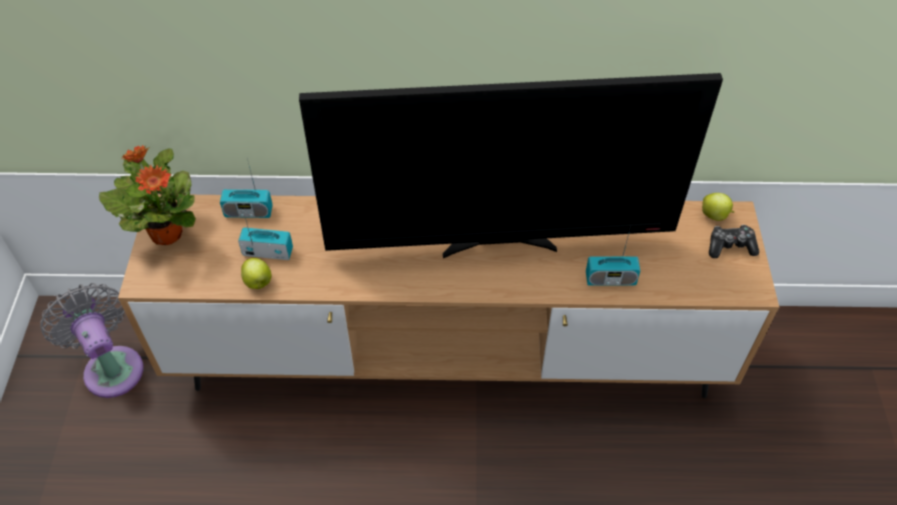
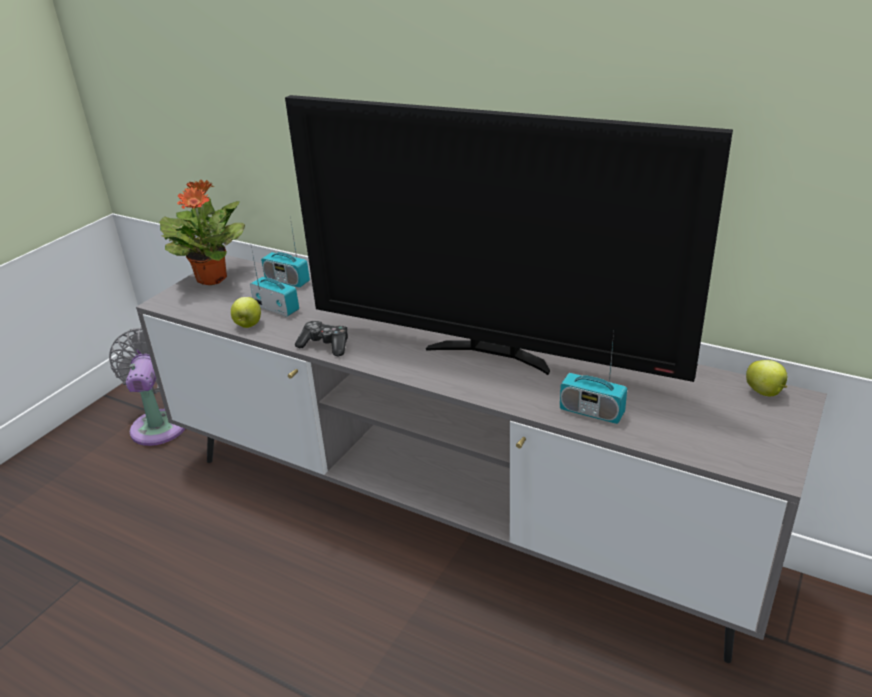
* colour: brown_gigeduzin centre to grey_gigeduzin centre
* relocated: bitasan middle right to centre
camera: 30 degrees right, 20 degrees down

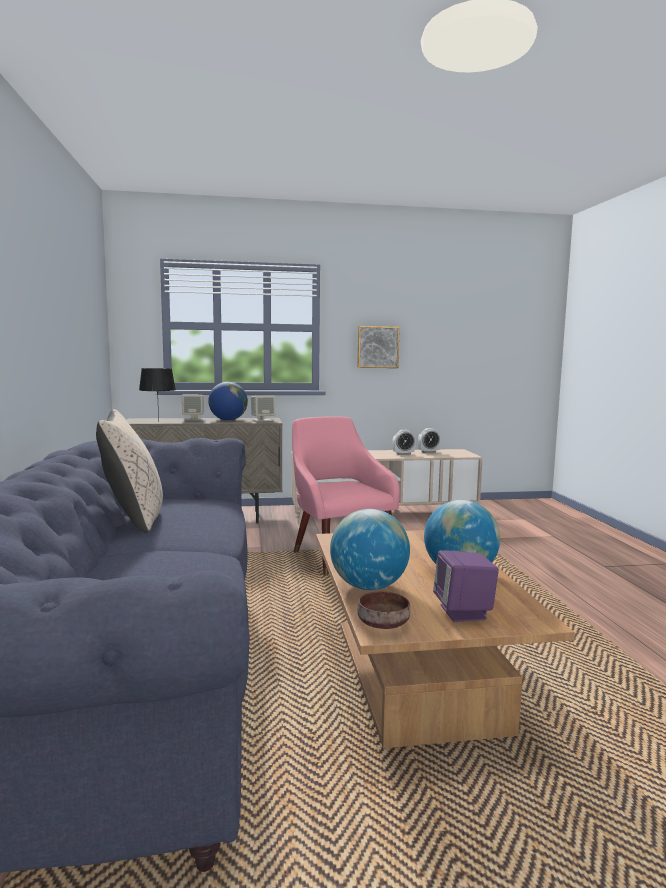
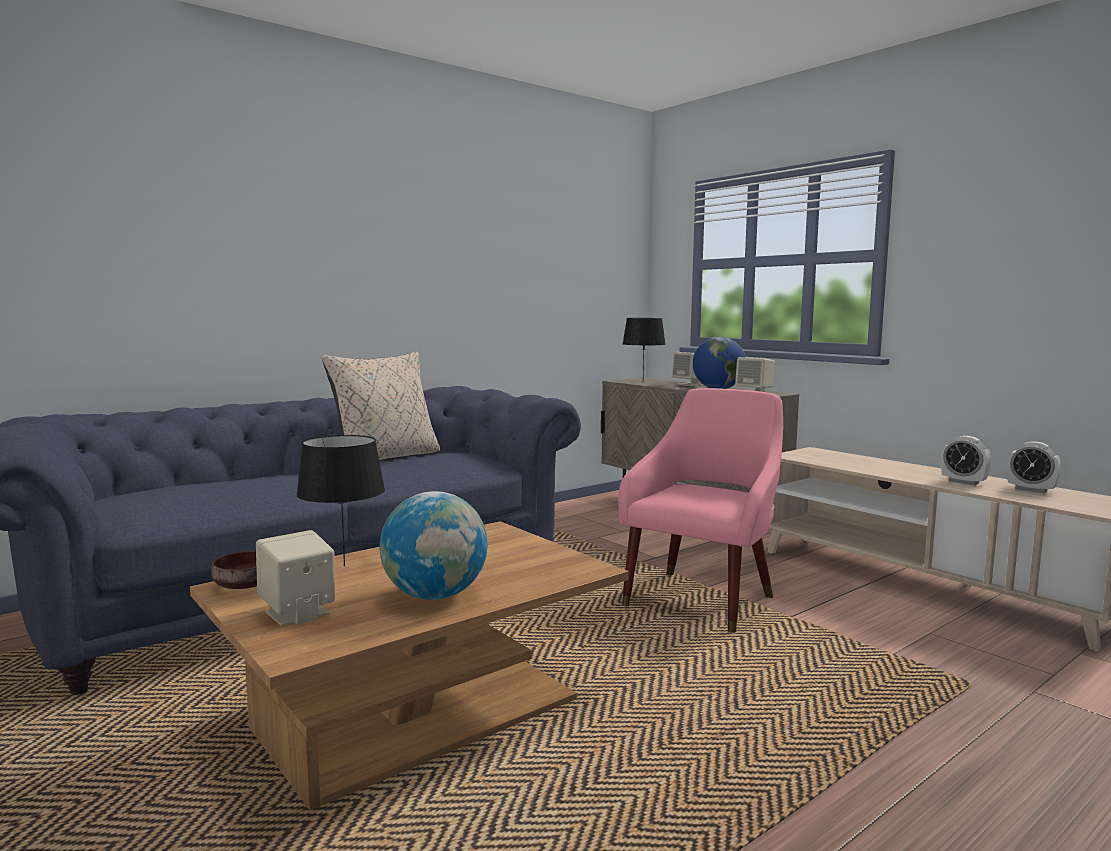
* exchanged: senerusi (no. 2 from left) centre to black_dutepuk (no. 1 from left) middle left
* missing: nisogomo centre
* colour: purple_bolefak middle right to beige_bolefak (no. 1 from left) bottom left
camera: 60 degrees right, 0 degrees up

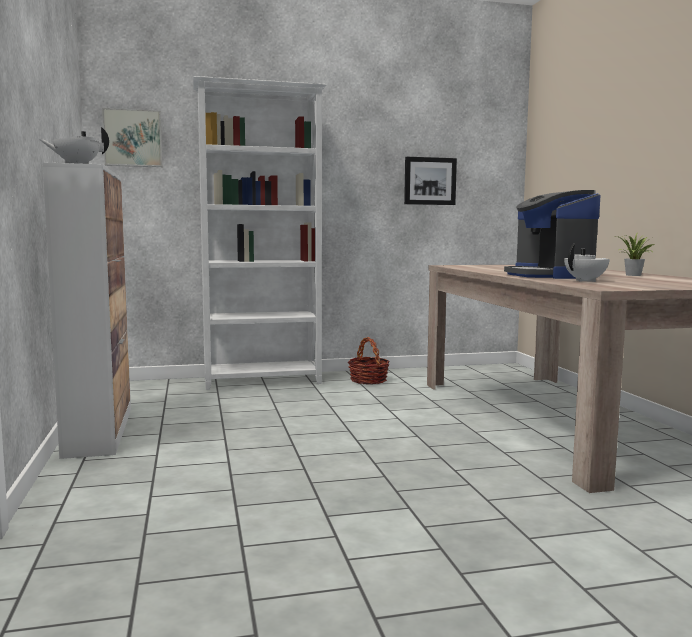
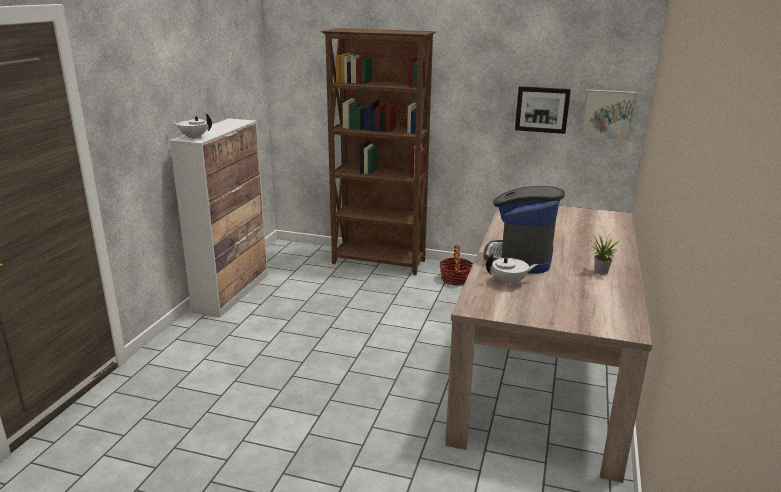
* relocated: nisogomo (no. 1 from left in the first image) top left to nisogomo (no. 2 from left) top right
* colour: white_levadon centre to brown_levadon top centre
camera: 30 degrees right, 15 degrees up

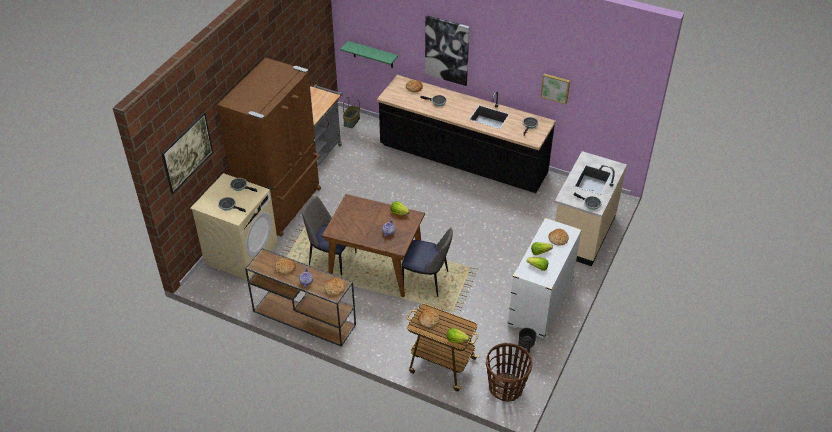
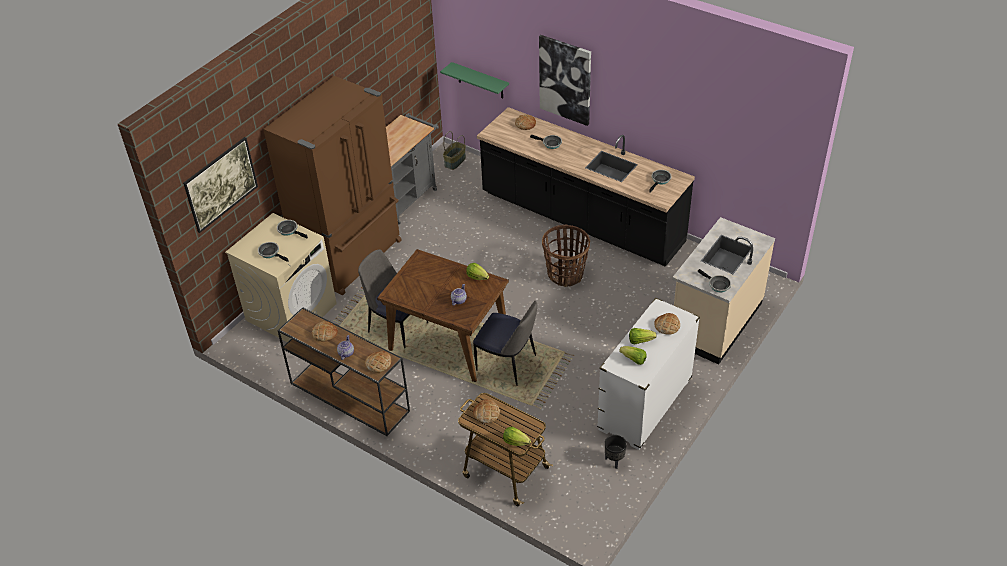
* relocated: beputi (no. 2 from left) bottom centre to centre
* missing: nisogomo (no. 3 from left) top right
camera: 10 degrees right, 0 degrees up

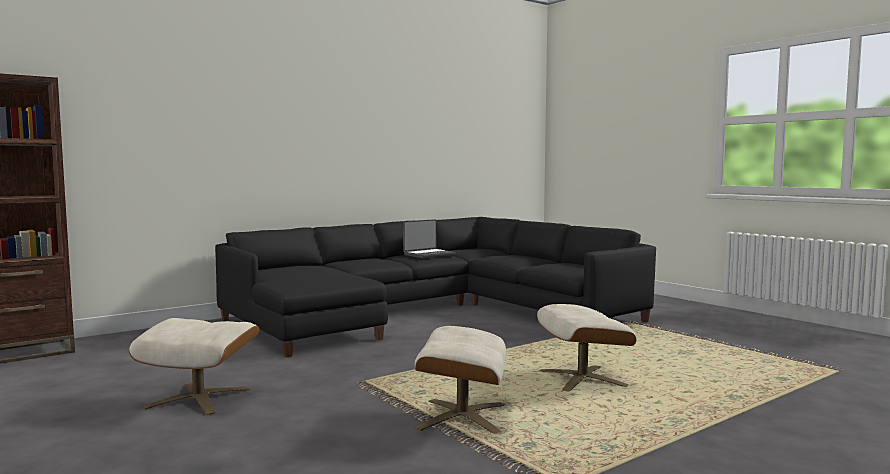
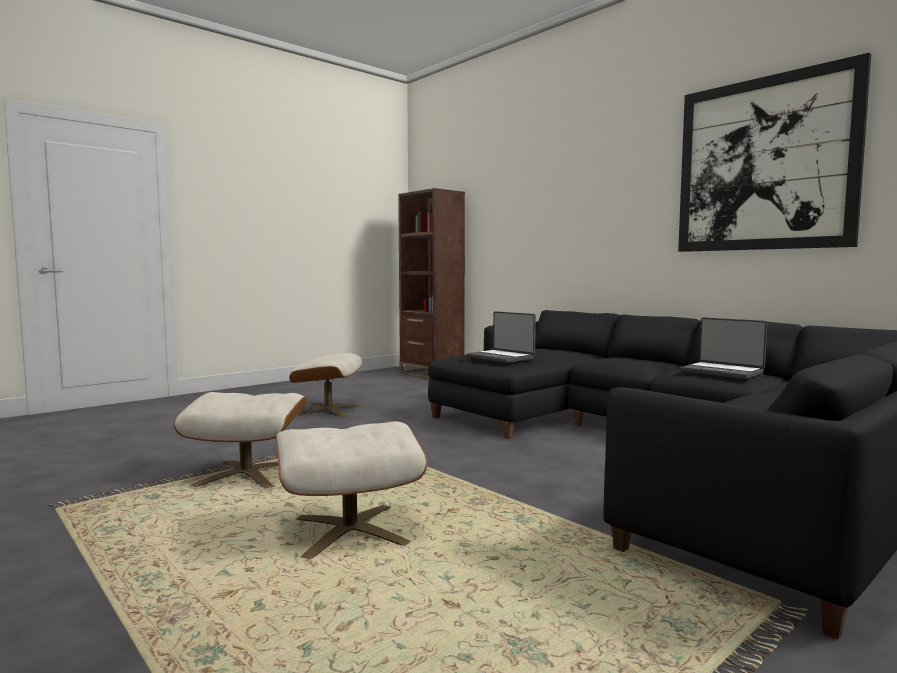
* appeared: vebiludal (no. 1 from left) centre
* appeared: nisogomo top right
camera: 85 degrees right, 0 degrees up

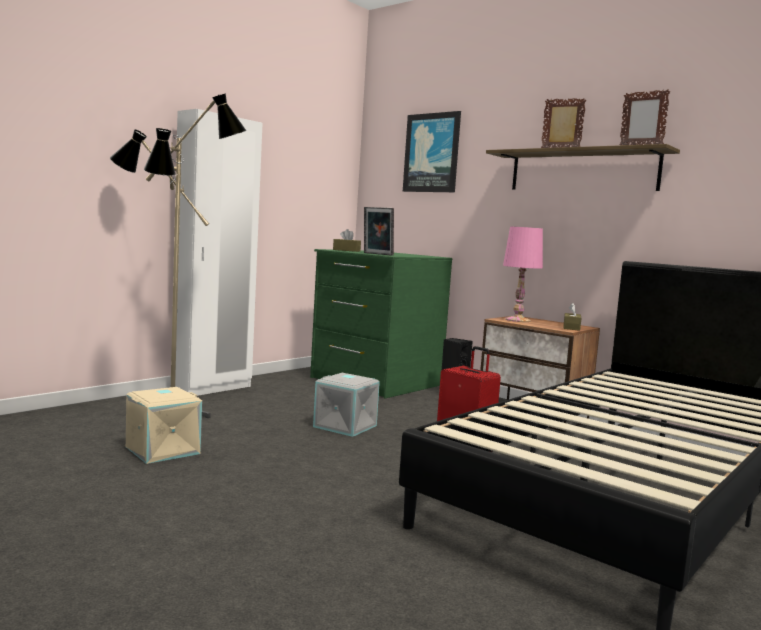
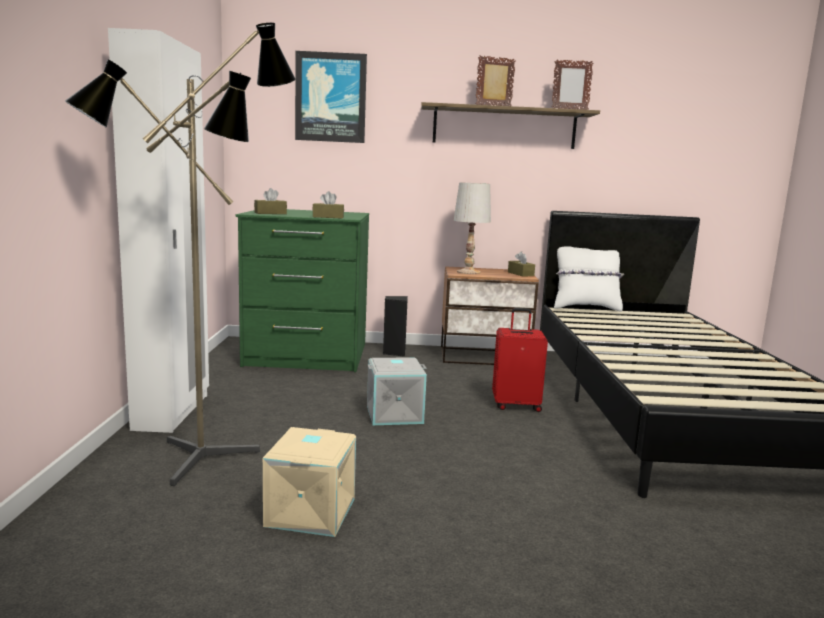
* exchanged: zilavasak (no. 1 from left) centre to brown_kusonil (no. 2 from left) top centre
* colour: pink_dutepuk middle right to white_dutepuk centre
* appeared: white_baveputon middle right
camera: 40 degrees left, 5 degrees up

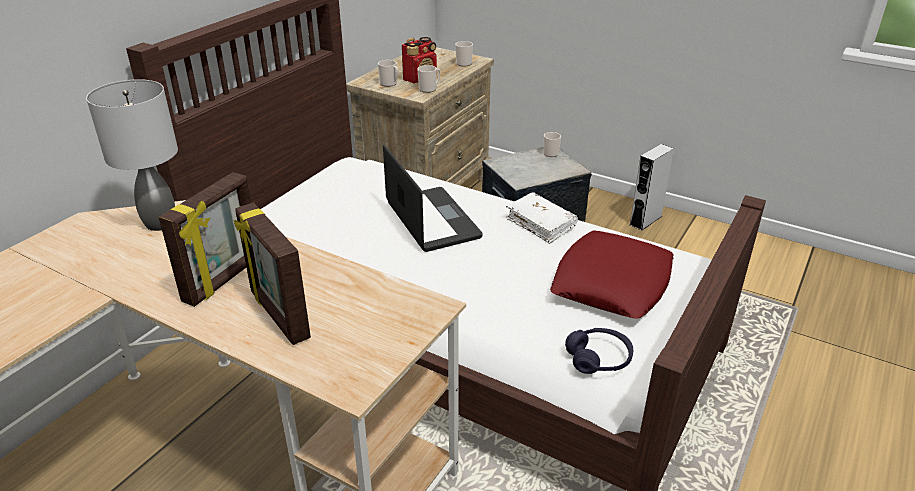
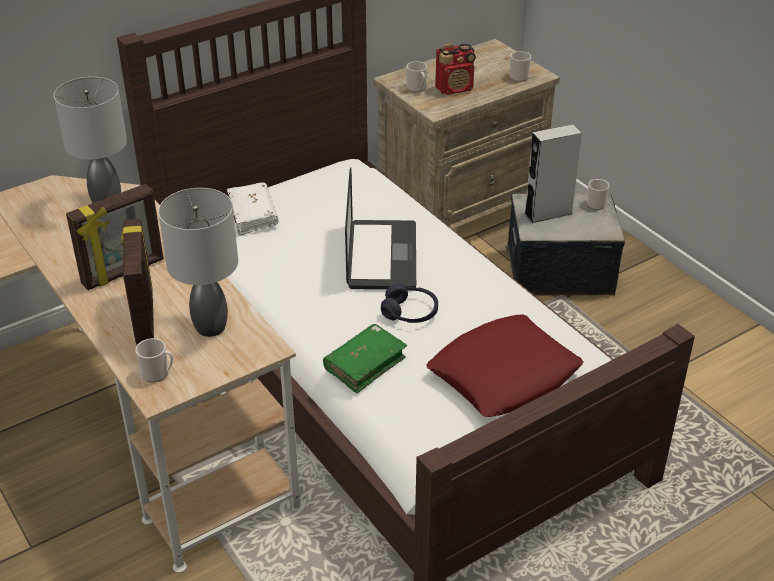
* relocated: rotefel (no. 2 from left in the first image) top centre to rotefel (no. 1 from left) middle left
* relocated: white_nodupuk centre to middle left
* relocated: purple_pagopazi bottom centre to centre
* relocated: grey_bolefak middle right to top right
* appeared: grey_dutepuk (no. 2 from left) middle left
* appeared: green_nodupuk centre
camera: 25 degrees right, 5 degrees up

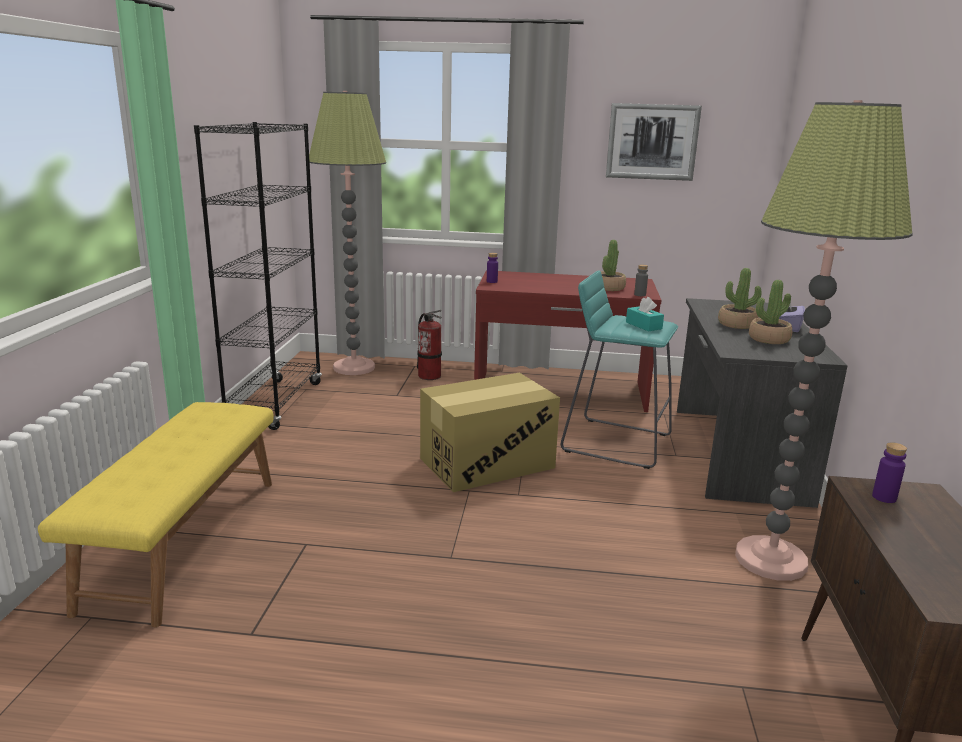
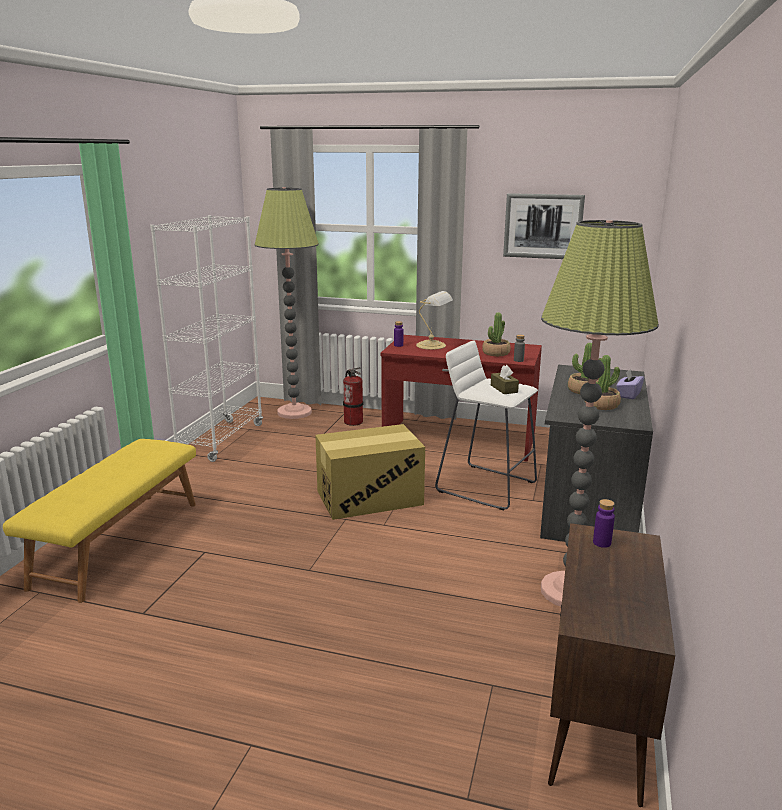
* colour: black_levadon middle left to white_levadon middle left
* colour: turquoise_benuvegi centre to white_benuvegi centre
* colour: turquoise_kusonil middle right to brown_kusonil centre
* appeared: dutepuk centre
camera: 10 degrees right, 0 degrees up

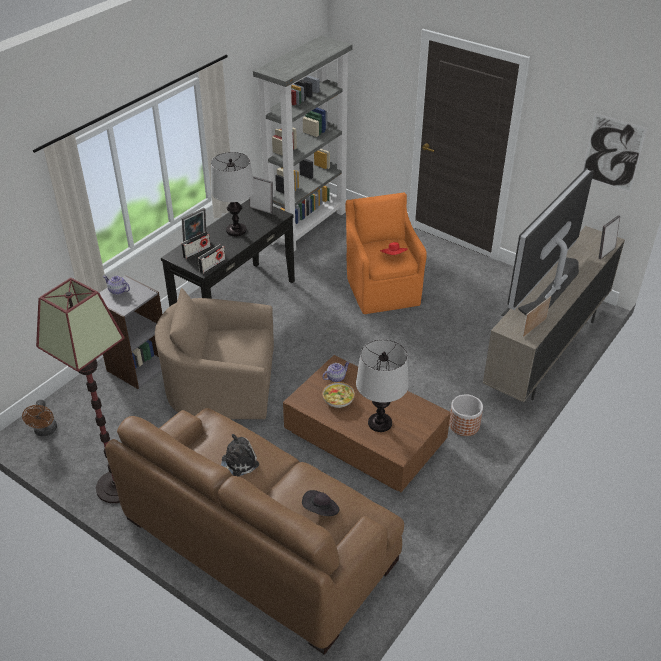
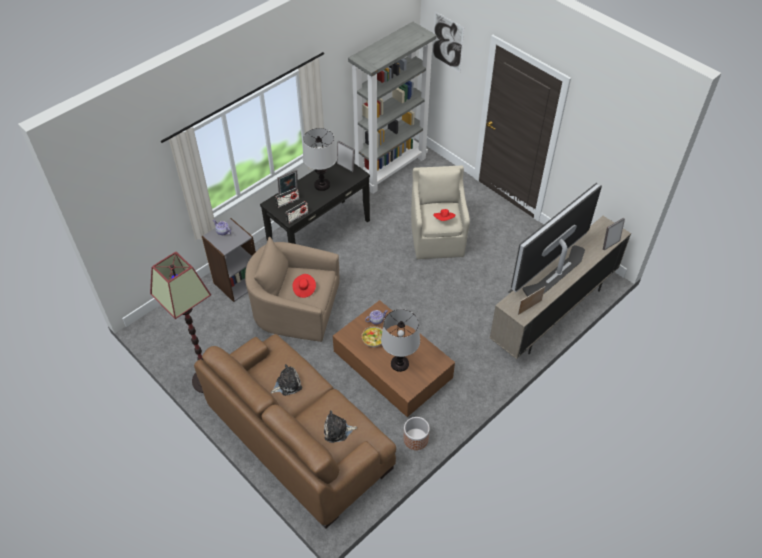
* missing: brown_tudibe middle left
* exchanged: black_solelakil bottom centre to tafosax (no. 2 from left) bottom centre
* colour: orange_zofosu centre to beige_zofosu (no. 2 from left) centre
* relocated: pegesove middle right to bottom centre
* relocated: nisogomo top right to top centre
* appeared: red_solelakil (no. 1 from left) centre
camera: 10 degrees right, 10 degrees up

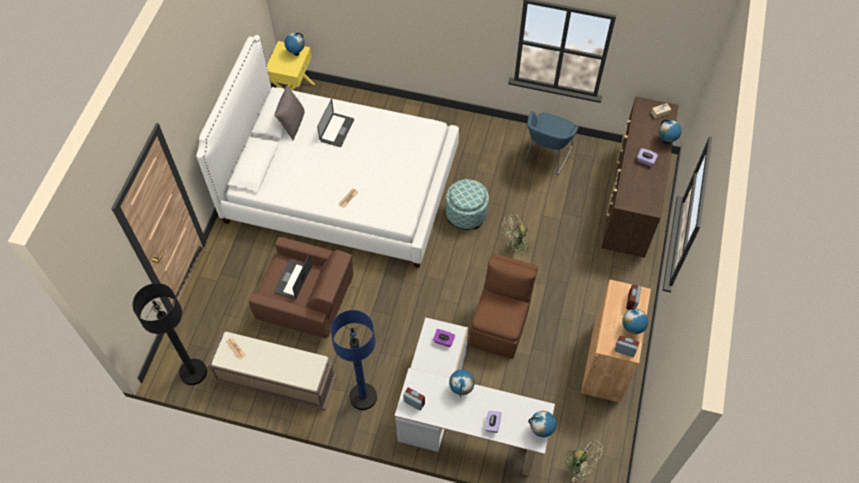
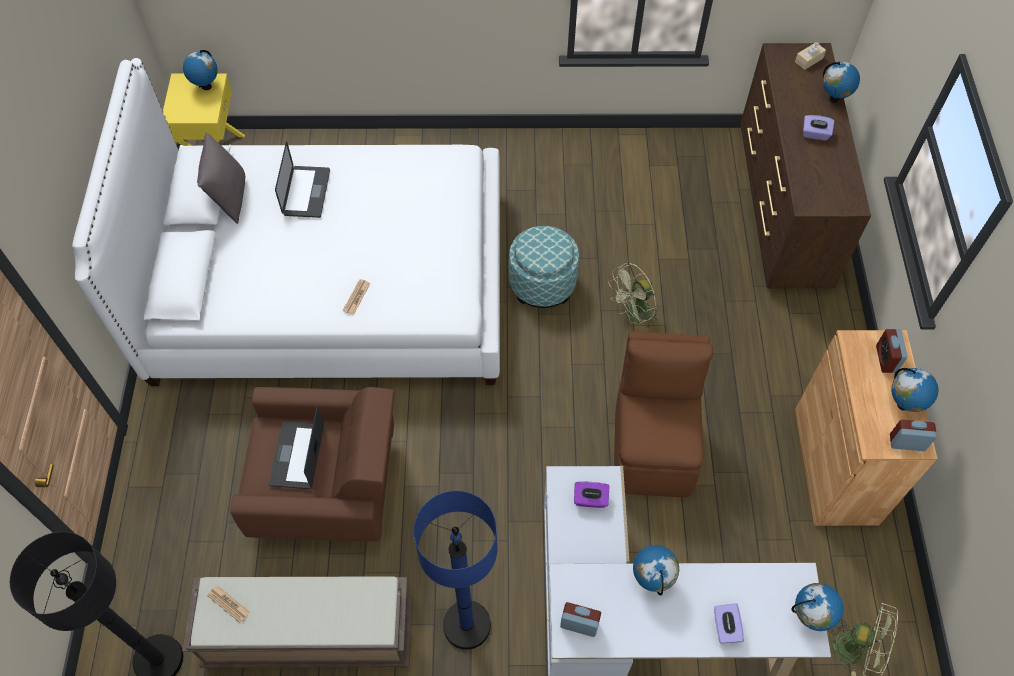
* missing: blue_zofosu top centre
camera: 15 degrees left, 0 degrees up

